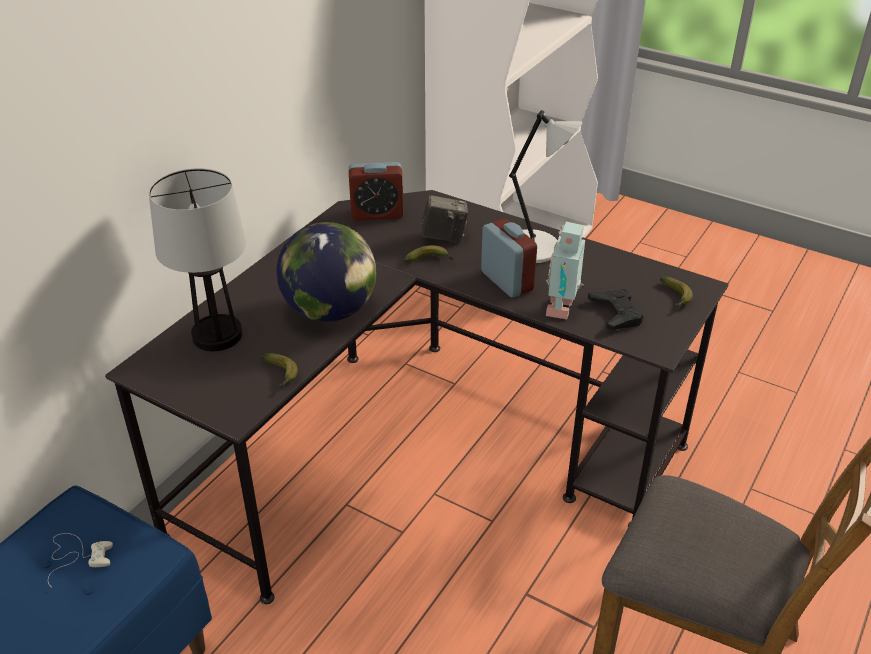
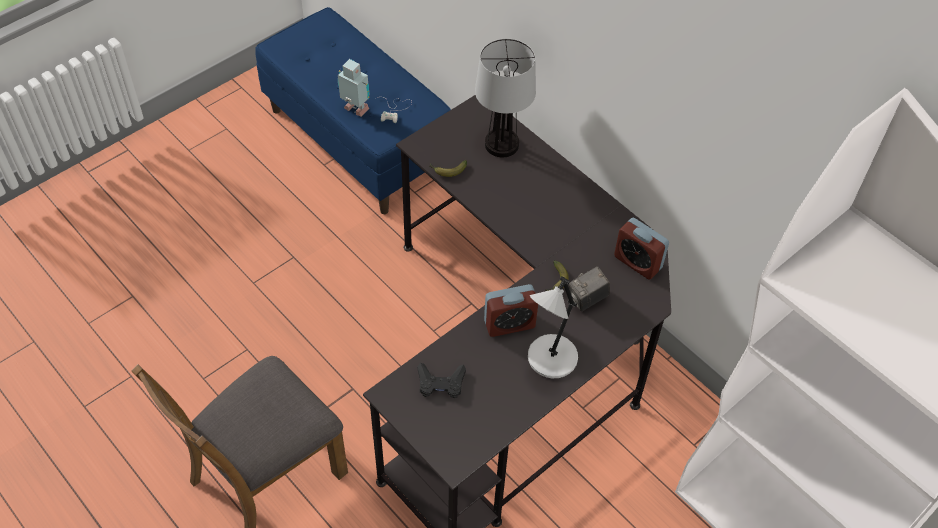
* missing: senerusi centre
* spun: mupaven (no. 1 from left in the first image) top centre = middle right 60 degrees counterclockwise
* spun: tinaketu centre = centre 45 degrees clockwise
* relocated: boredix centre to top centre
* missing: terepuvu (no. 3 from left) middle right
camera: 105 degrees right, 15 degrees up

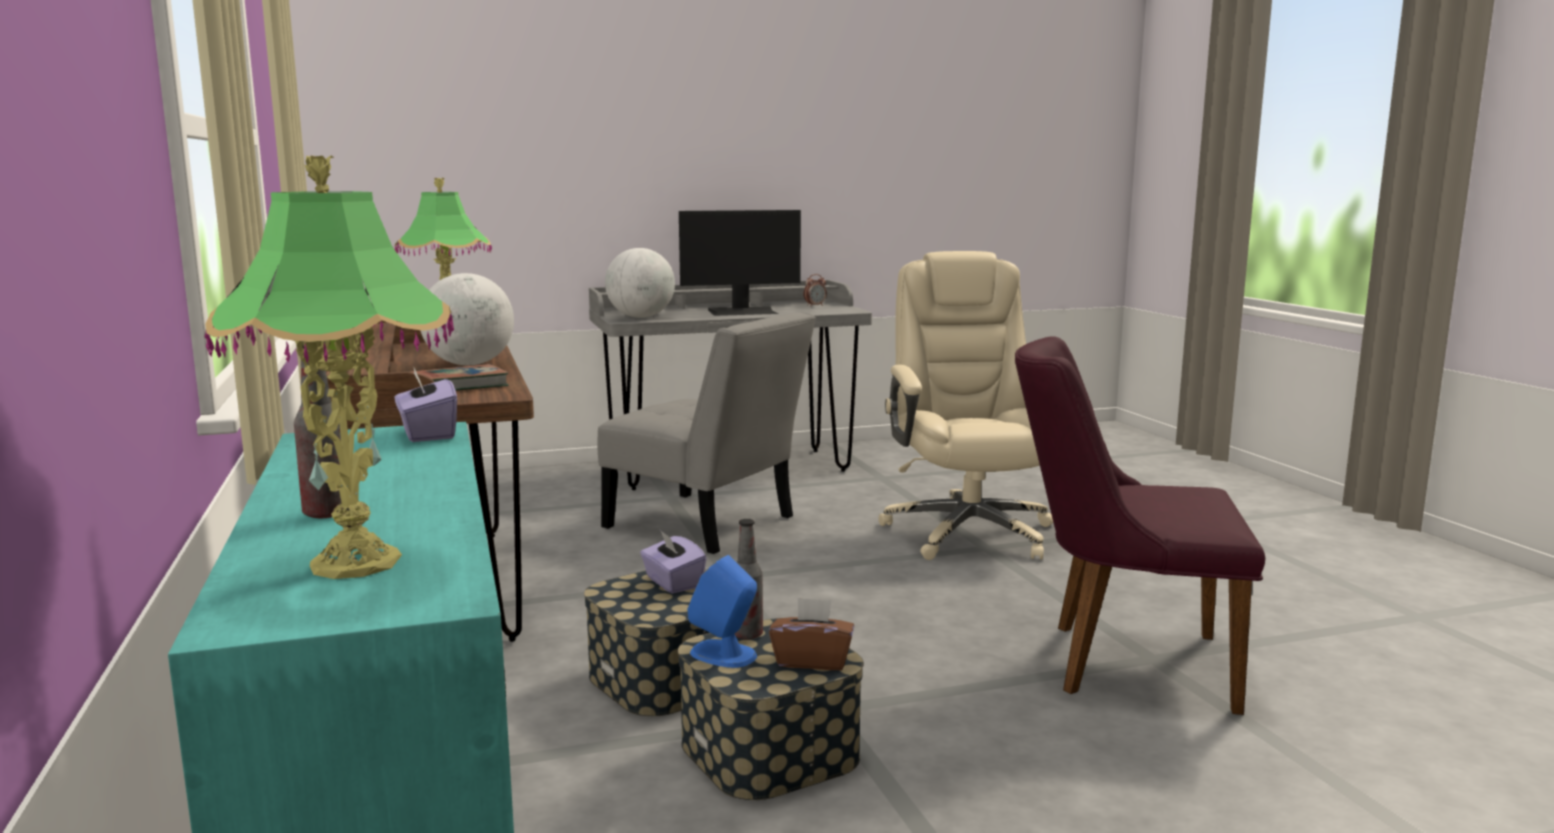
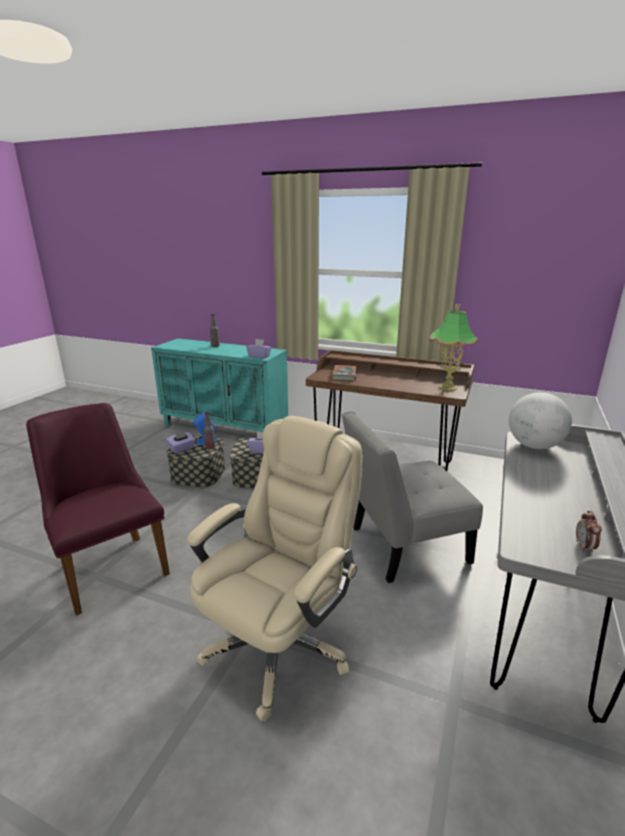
* missing: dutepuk (no. 1 from left) middle left
* missing: senerusi (no. 1 from left) middle left
* missing: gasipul top centre
* colour: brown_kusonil bottom centre to purple_kusonil (no. 1 from left) middle left
* spun: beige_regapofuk centre = bottom centre 90 degrees counterclockwise
* spun: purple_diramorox middle right = middle left 90 degrees counterclockwise
camera: 130 degrees right, 10 degrees up

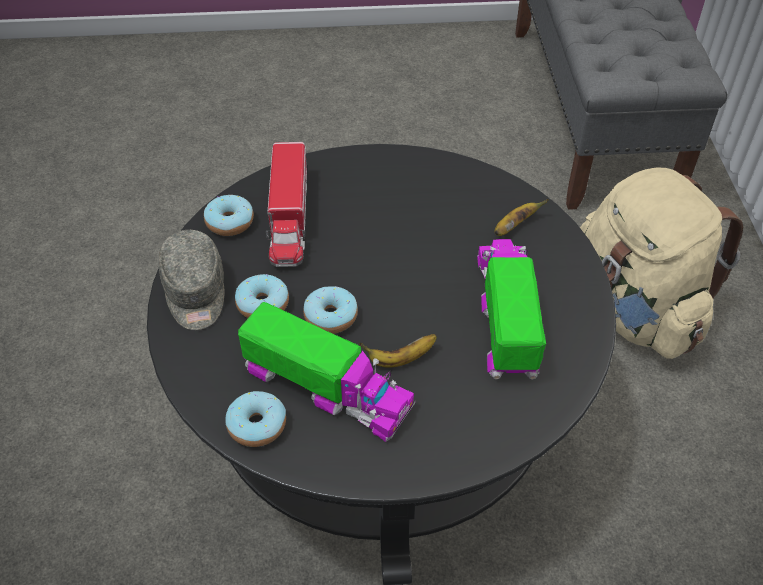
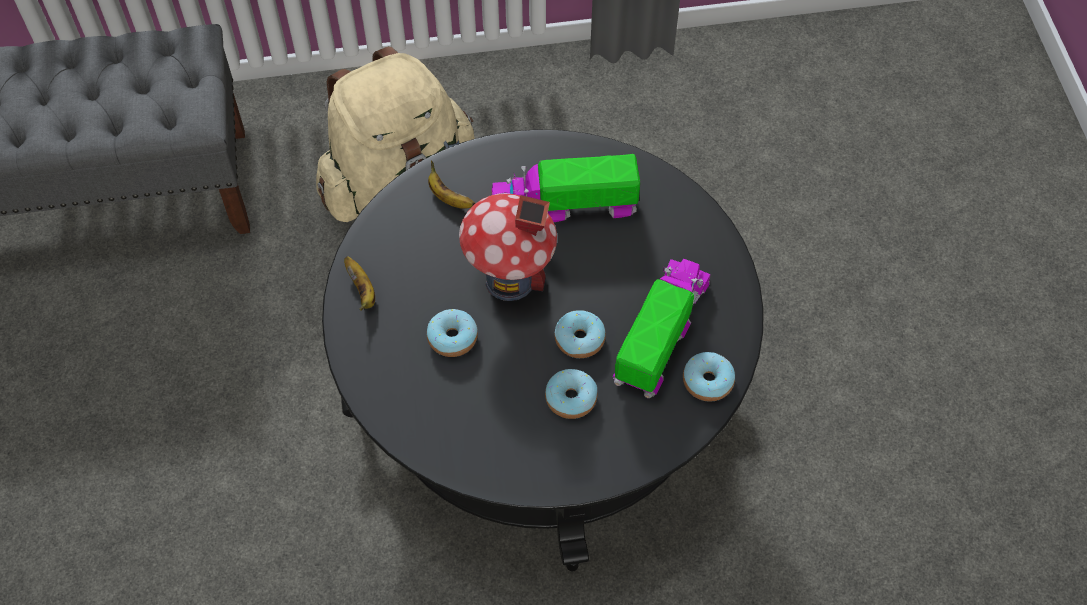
* missing: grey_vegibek middle left
* relocated: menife (no. 1 from left) middle left to centre
* missing: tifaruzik (no. 1 from left) centre
* relocated: terepuvu (no. 1 from left) centre to middle left
* appeared: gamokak centre
camera: 95 degrees left, 10 degrees up

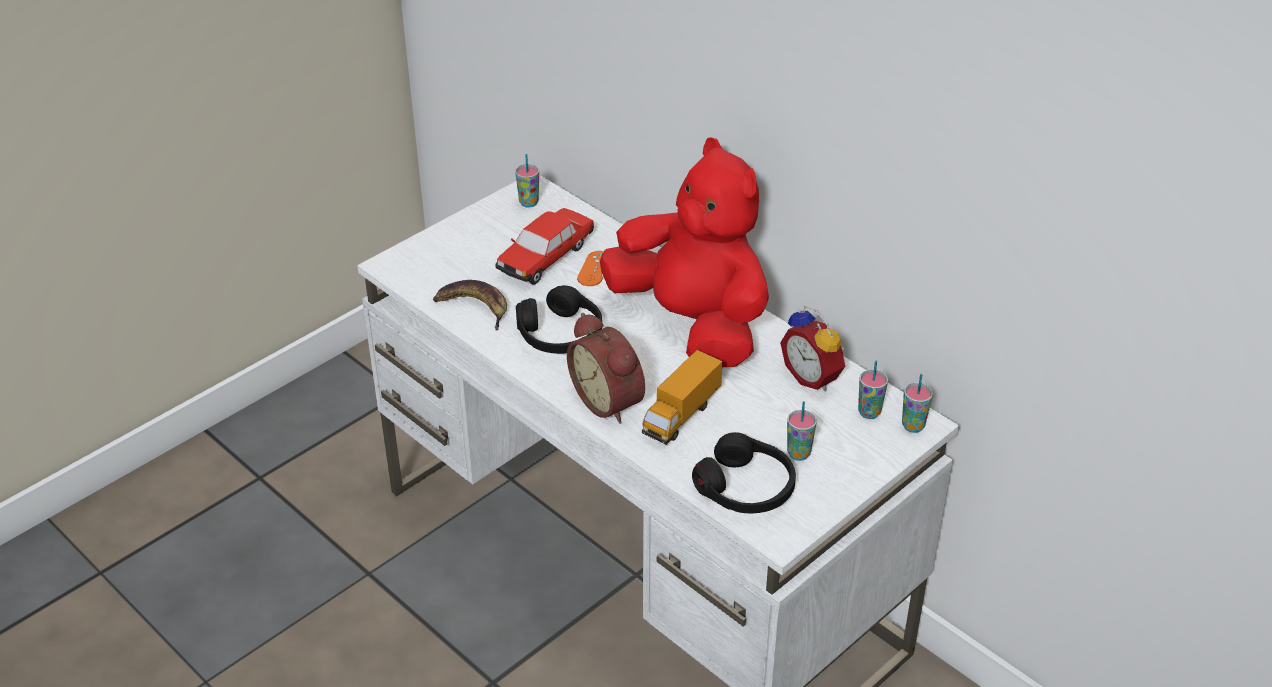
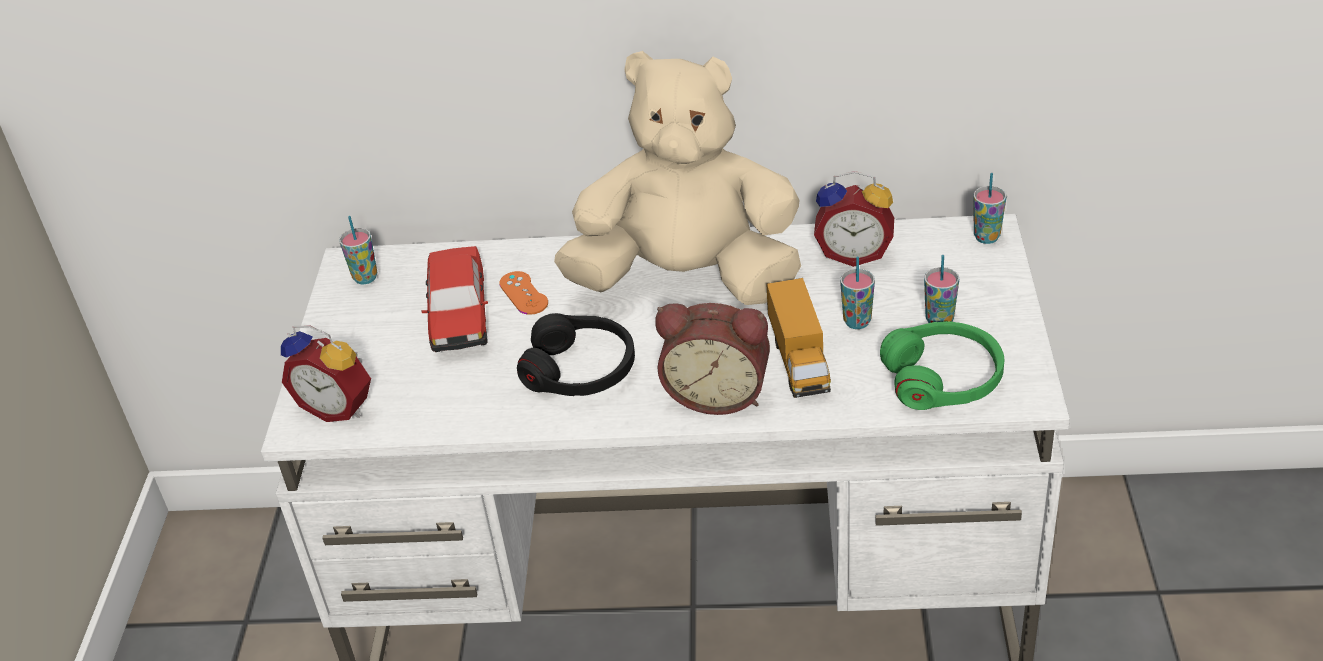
* missing: terepuvu centre
* colour: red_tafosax centre to beige_tafosax top centre
* colour: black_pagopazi (no. 2 from left) bottom centre to green_pagopazi middle right
* relocated: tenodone (no. 3 from left in the first image) middle right to tenodone (no. 2 from left) centre
* appeared: mupaven (no. 1 from left) middle left
camera: 40 degrees left, 0 degrees up

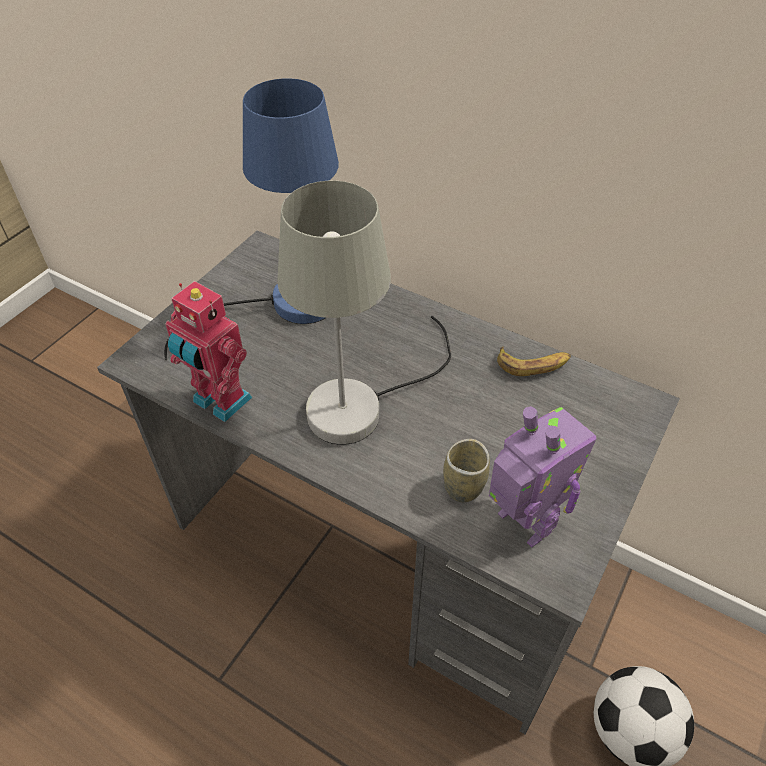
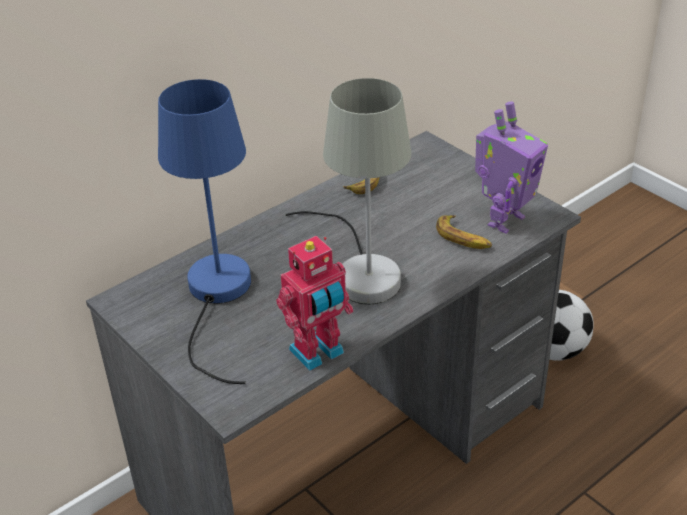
* exchanged: tenodone centre to terepuvu (no. 2 from left) middle right
* spun: boredix (no. 2 from left) middle right = top right 150 degrees clockwise
camera: 70 degrees left, 10 degrees down

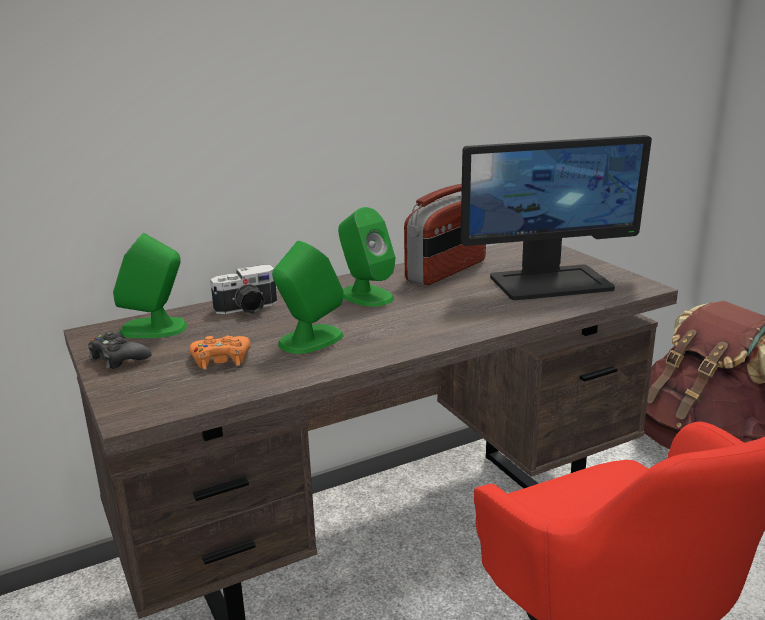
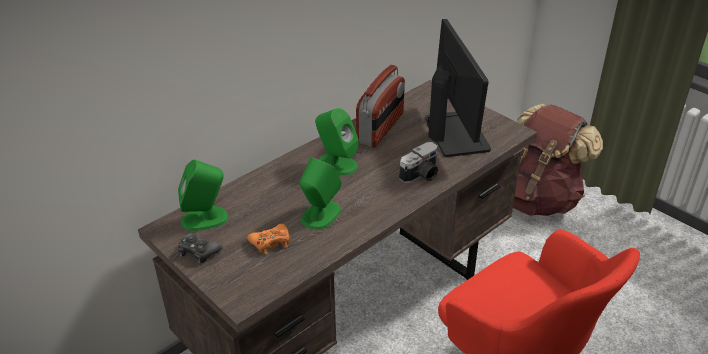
* relocated: tinaketu middle left to centre
* spun: gasipul middle right = top centre 75 degrees counterclockwise
camera: 15 degrees left, 15 degrees up

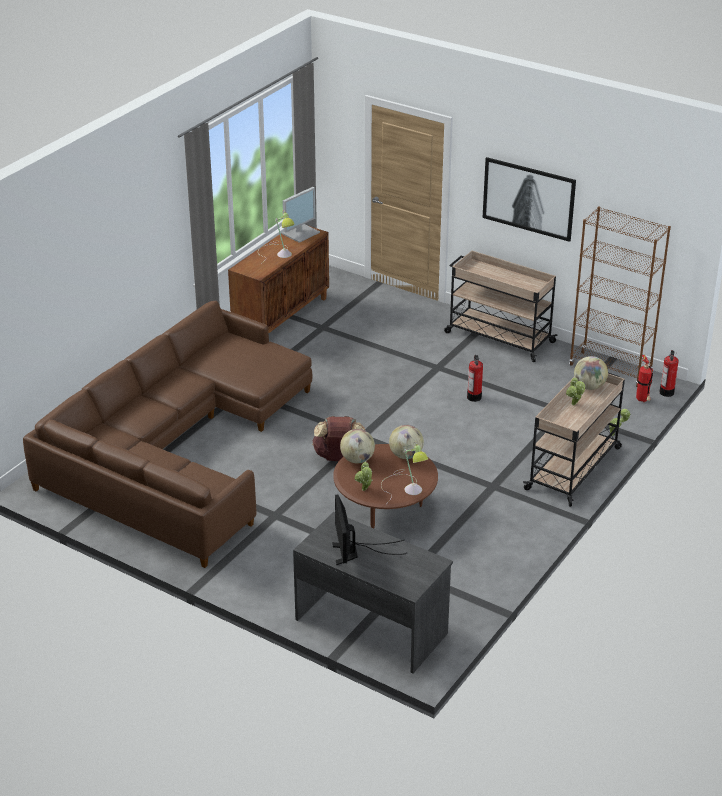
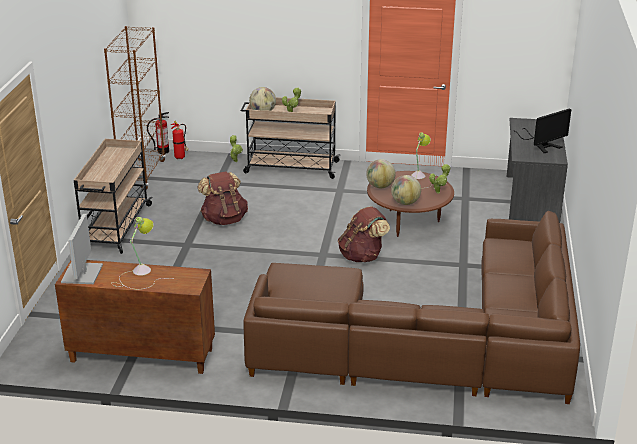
* spun: gasipul (no. 1 from left) top centre = middle left 105 degrees counterclockwise
* exchanged: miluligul (no. 1 from left) centre to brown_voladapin (no. 1 from left) centre
* missing: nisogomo top right
camera: 115 degrees left, 5 degrees down

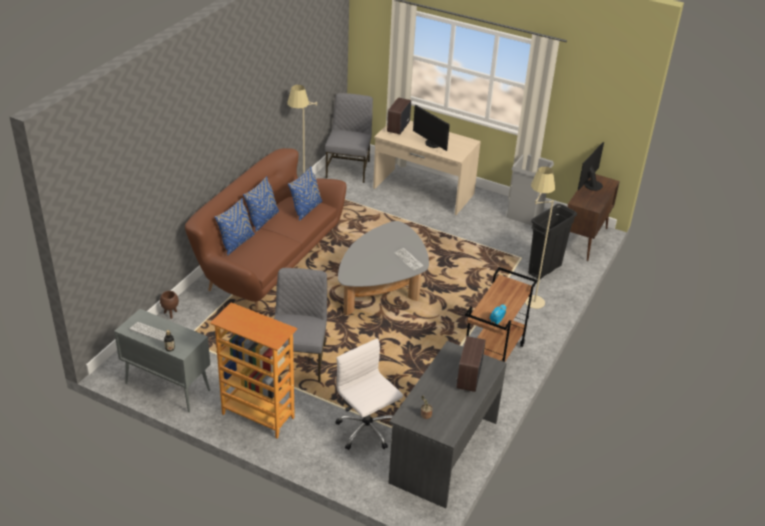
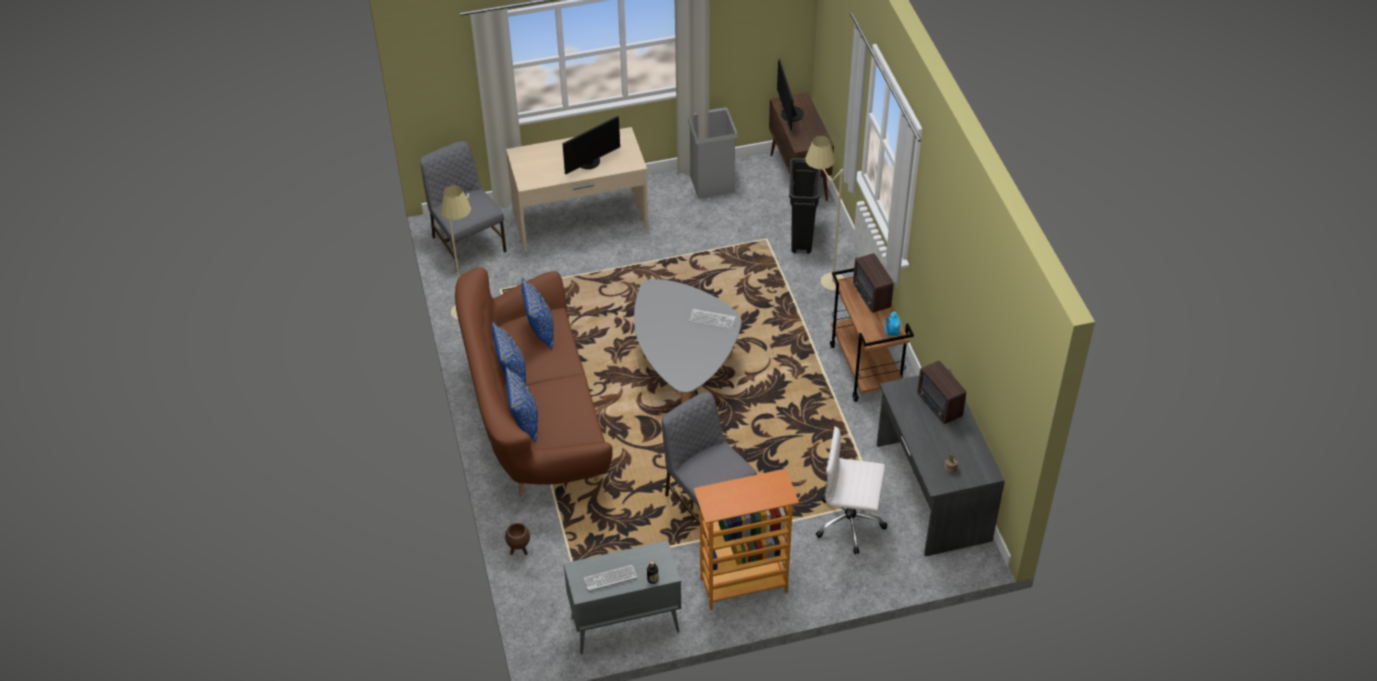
* relocated: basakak (no. 1 from left) top centre to centre
* spun: gasipul (no. 1 from left) top centre = top centre 45 degrees counterclockwise
camera: 40 degrees left, 10 degrees up

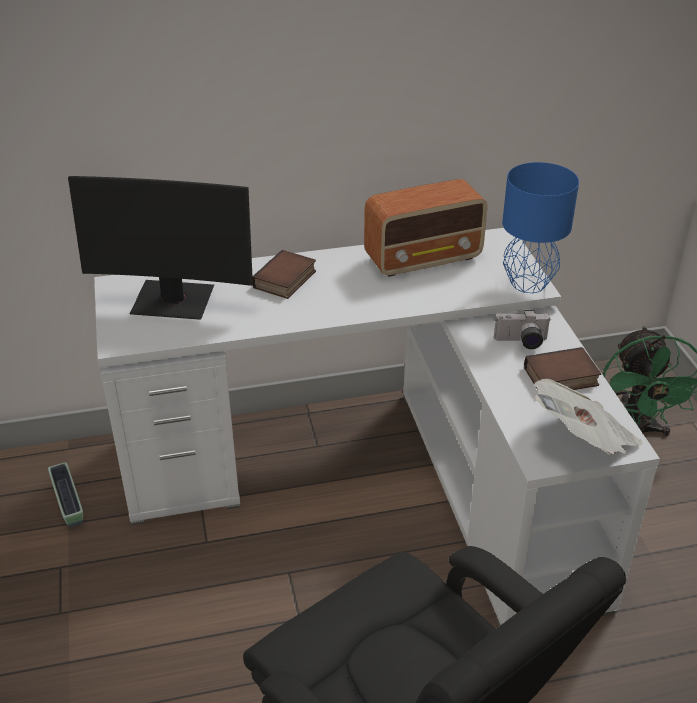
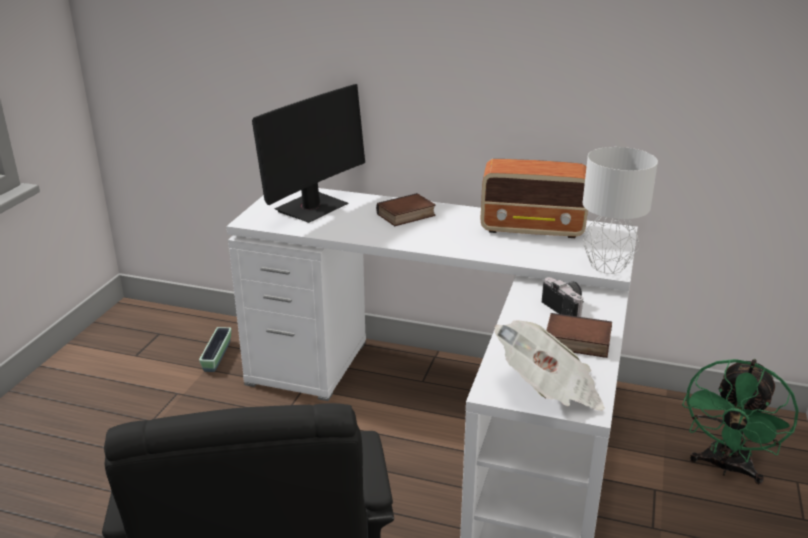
* spun: gasipul middle left = top centre 90 degrees counterclockwise
* spun: tinaketu middle right = middle right 150 degrees counterclockwise
* colour: blue_dutepuk top right to grey_dutepuk middle right
camera: 30 degrees right, 10 degrees down

